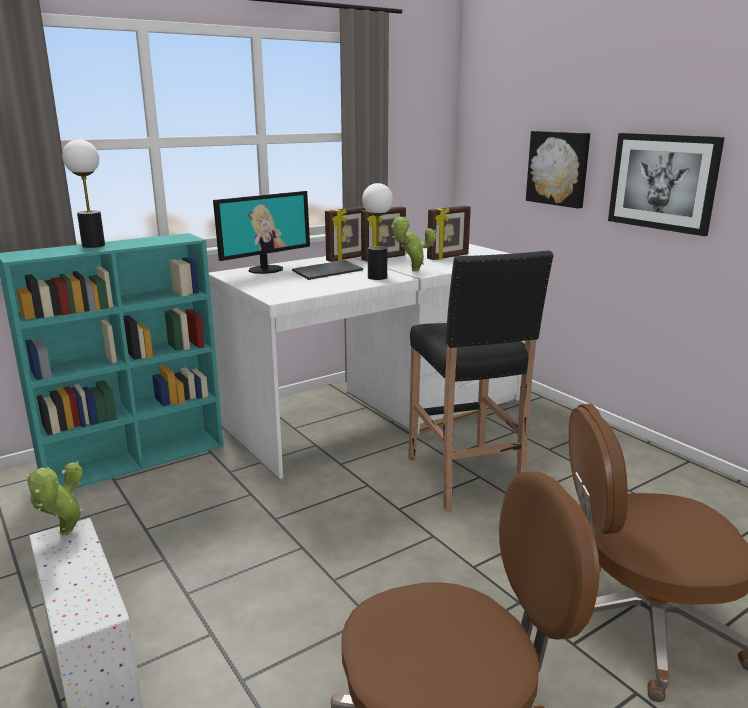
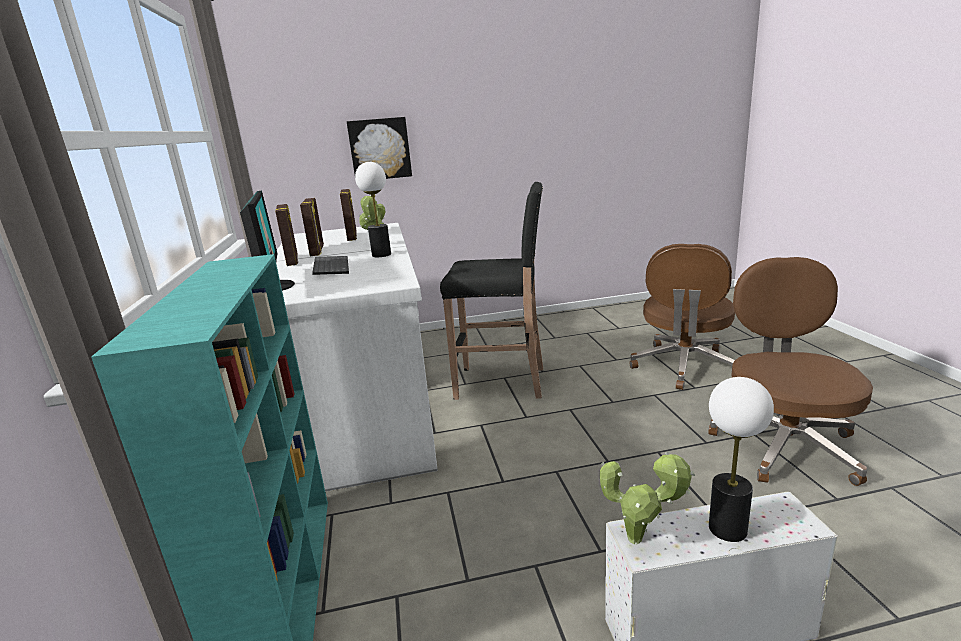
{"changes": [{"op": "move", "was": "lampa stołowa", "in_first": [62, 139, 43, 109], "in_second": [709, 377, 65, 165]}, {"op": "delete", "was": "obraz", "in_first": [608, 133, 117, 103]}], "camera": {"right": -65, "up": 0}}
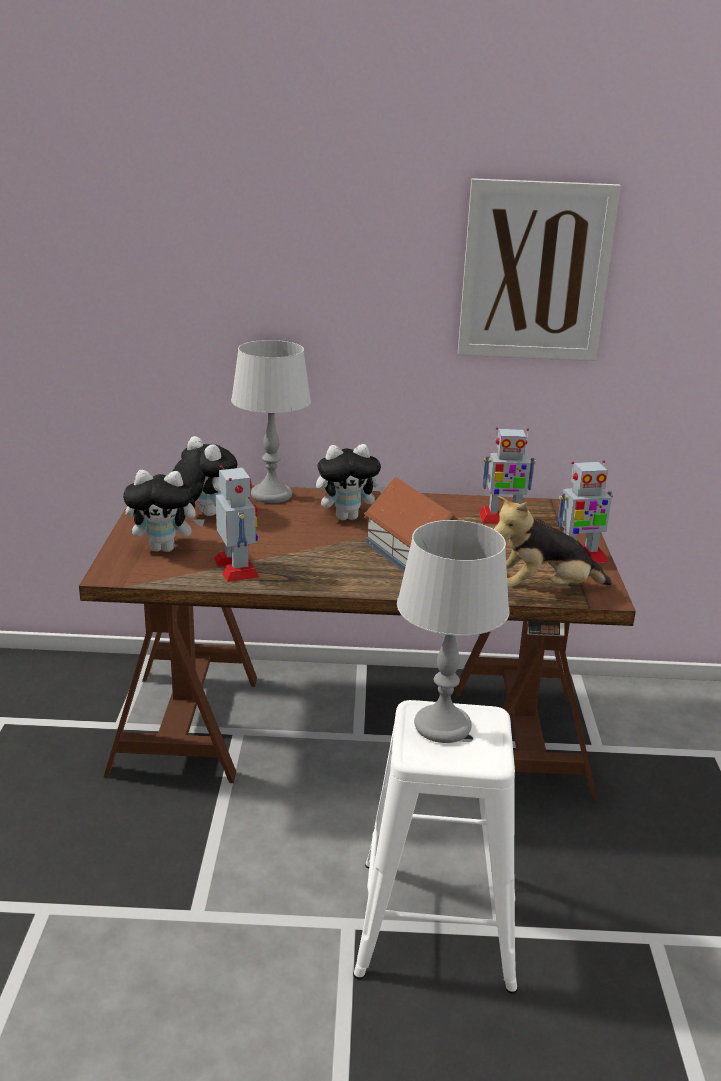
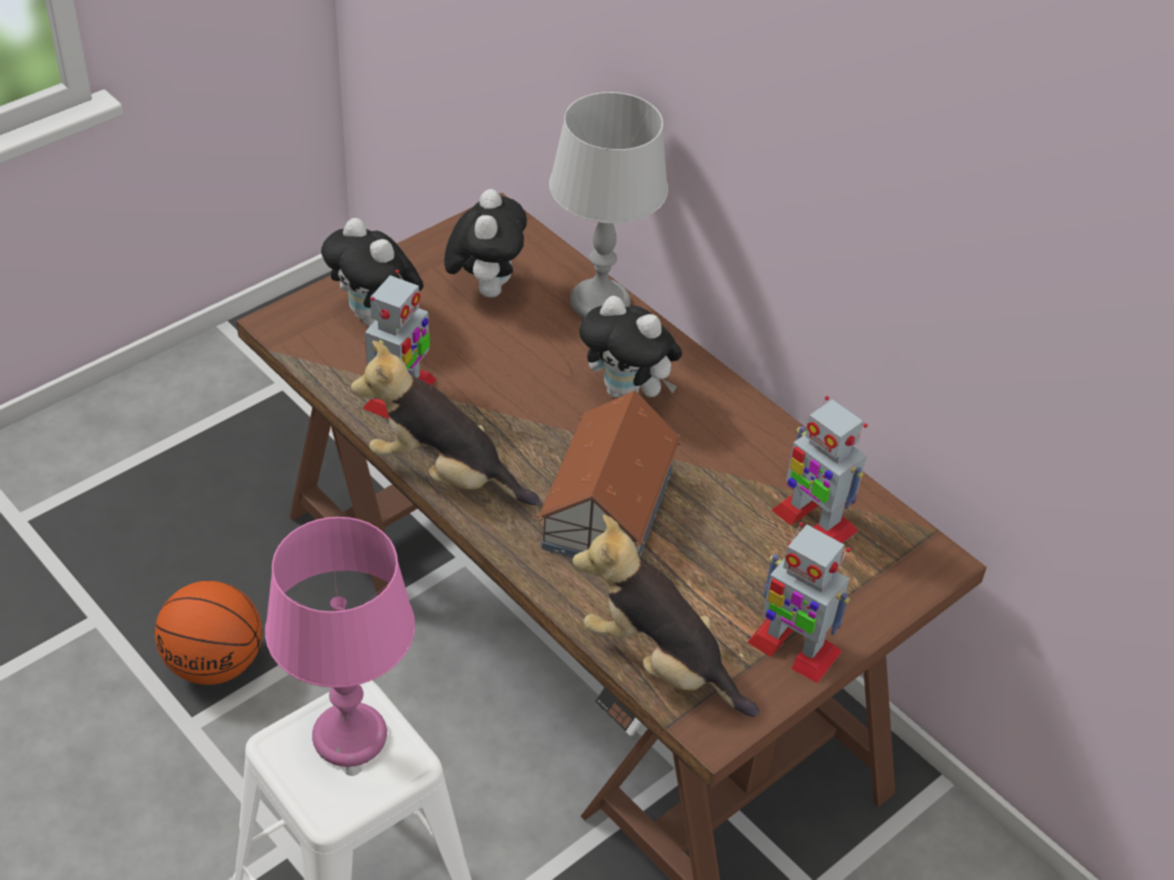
{"changes": [{"op": "recolor", "was": "lampa stołowa [szary]", "now": "lampa stołowa [różowy]", "in_first": [397, 520, 113, 223], "in_second": [265, 517, 150, 250]}, {"op": "delete", "was": "obraz", "in_first": [458, 178, 163, 183]}, {"op": "insert", "now": "piłka do koszykówki", "in_second": [155, 580, 107, 105]}, {"op": "insert", "now": "pluszak", "in_second": [351, 341, 188, 164]}], "camera": {"right": 45, "up": 20}}
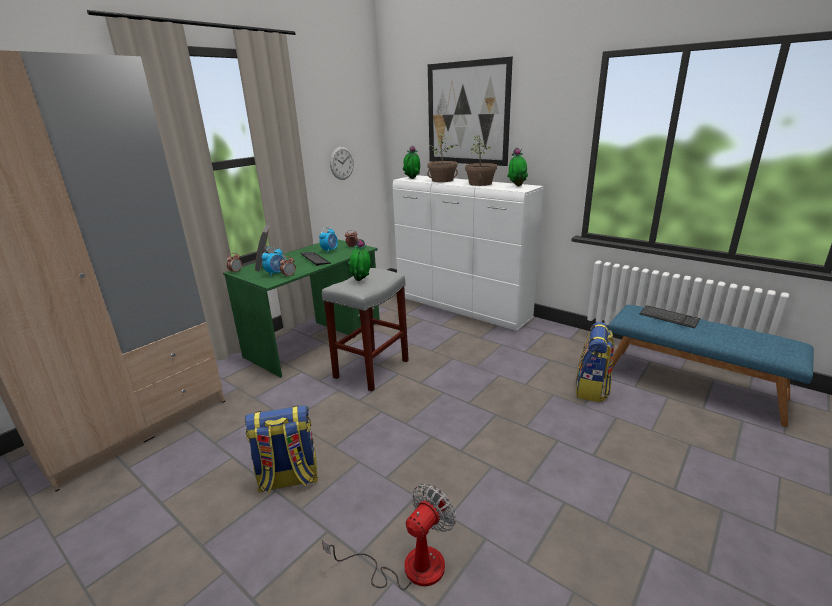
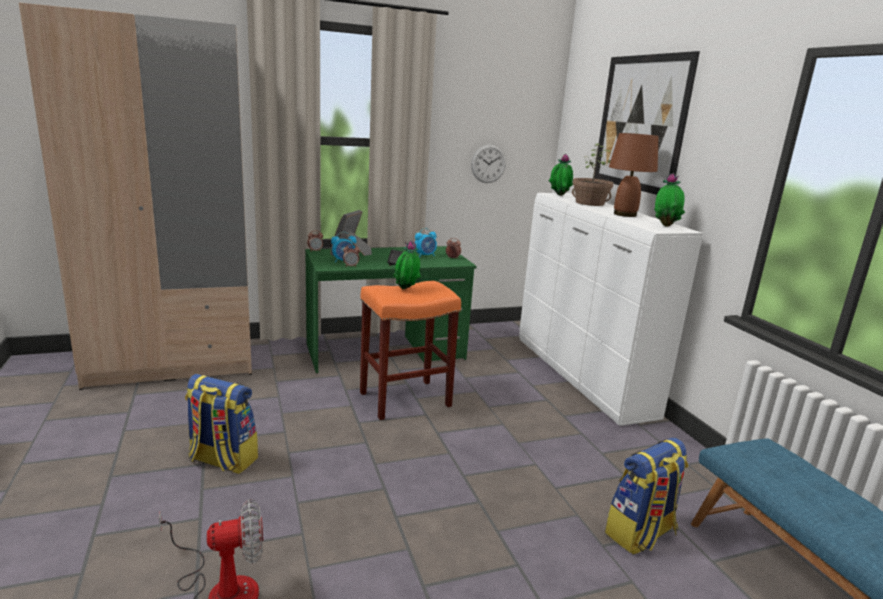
{"changes": [{"op": "recolor", "was": "stołek [szary]", "now": "stołek [pomarańczowy]", "in_first": [322, 268, 87, 123], "in_second": [360, 281, 101, 139]}, {"op": "replace", "was": "roślina doniczkowa", "now": "lampa stołowa [brązowy]", "in_first": [465, 135, 32, 51], "in_second": [609, 133, 49, 84]}, {"op": "delete", "was": "klawiatura", "in_first": [640, 305, 60, 23]}], "camera": {"right": 30, "up": -5}}
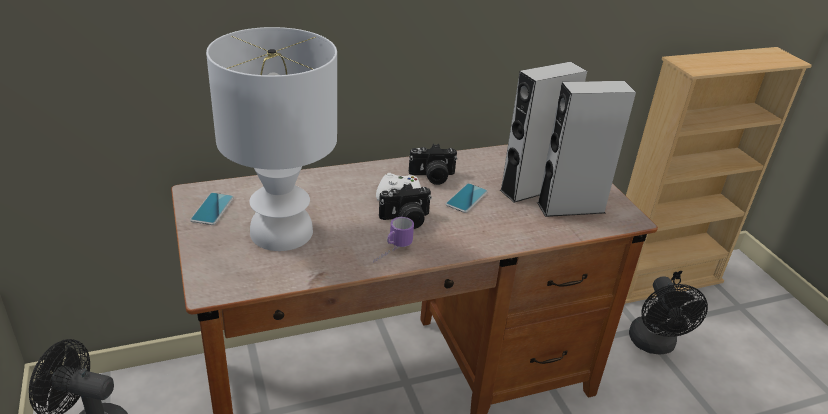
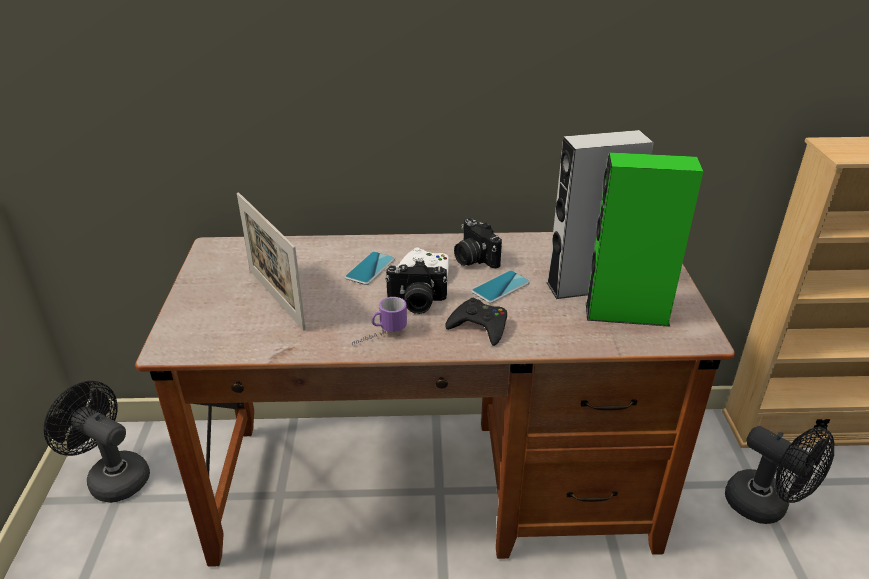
{"changes": [{"op": "move", "was": "telefon", "in_first": [190, 193, 44, 32], "in_second": [344, 251, 51, 34]}, {"op": "replace", "was": "lampa stołowa [biały]", "now": "ramka na zdjęcie", "in_first": [206, 27, 131, 224], "in_second": [237, 192, 69, 139]}, {"op": "rotate", "was": "aparat fotograficzny", "in_first": [409, 144, 48, 41], "in_second": [454, 218, 48, 51], "clockwise": 45}, {"op": "recolor", "was": "głośnik [szary]", "now": "głośnik [zielony]", "in_first": [537, 81, 99, 136], "in_second": [586, 152, 117, 175]}, {"op": "rotate", "was": "wentylator [czarny]", "in_first": [629, 277, 79, 77], "in_second": [725, 426, 109, 98], "clockwise": -60}, {"op": "insert", "now": "pad do gier [czarny]", "in_second": [445, 298, 62, 48]}], "camera": {"right": 20, "up": 0}}
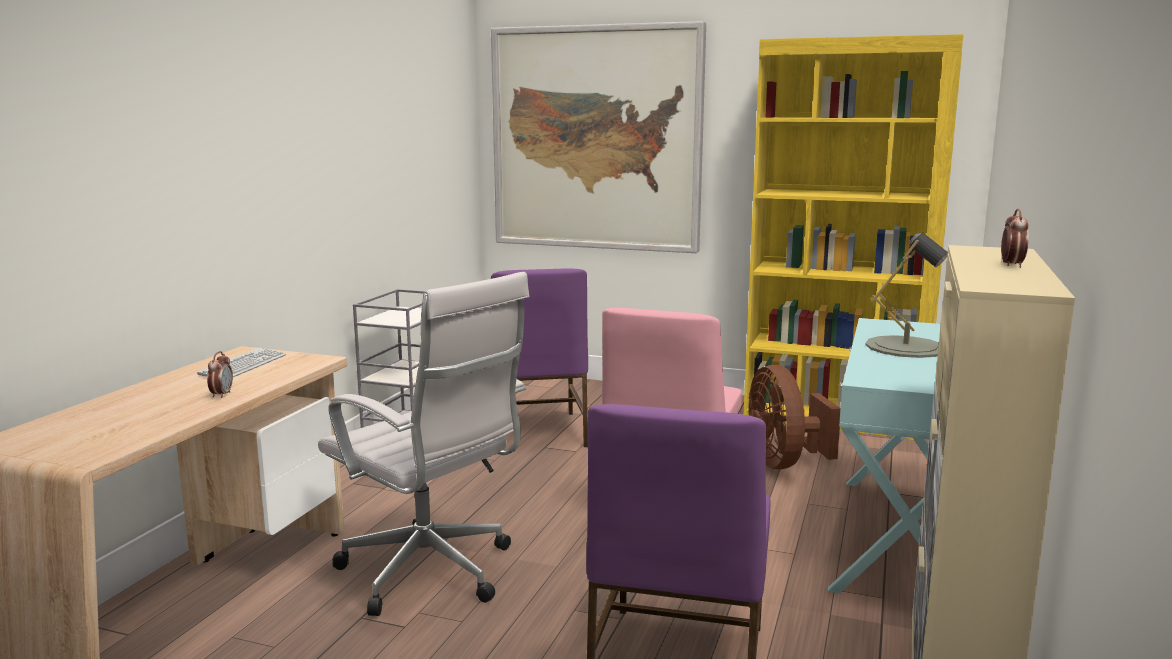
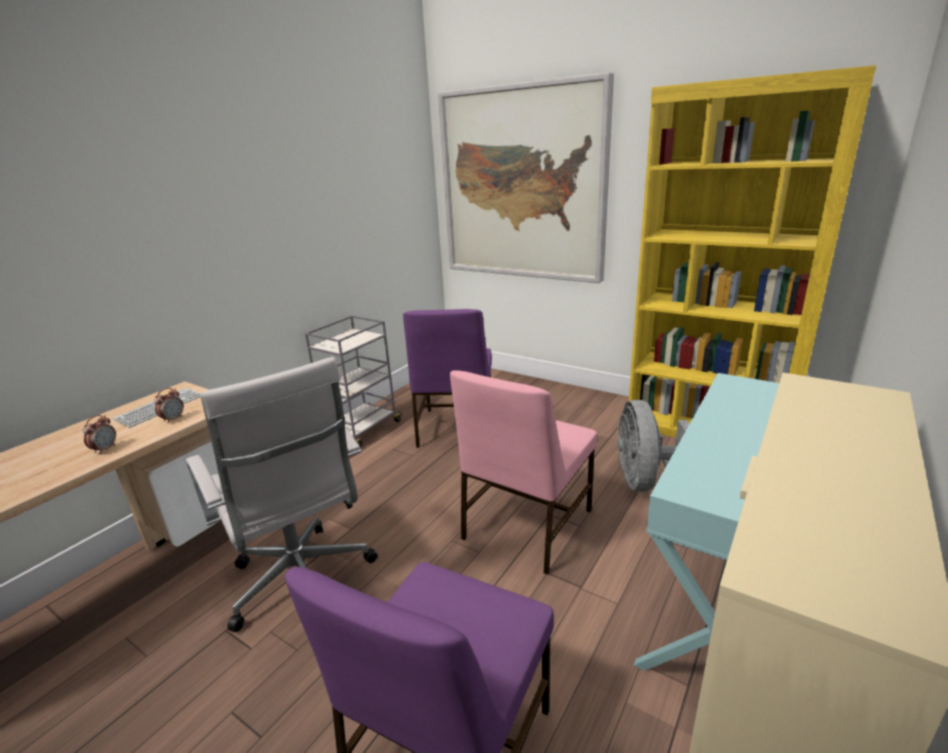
{"changes": [{"op": "recolor", "was": "wentylator [brązowy]", "now": "wentylator [szary]", "in_first": [749, 365, 91, 104], "in_second": [617, 400, 72, 92]}, {"op": "delete", "was": "lampa stołowa [szary]", "in_first": [866, 233, 82, 125]}, {"op": "move", "was": "budzik", "in_first": [1001, 209, 28, 59], "in_second": [154, 388, 30, 35]}], "camera": {"right": 15, "up": 10}}
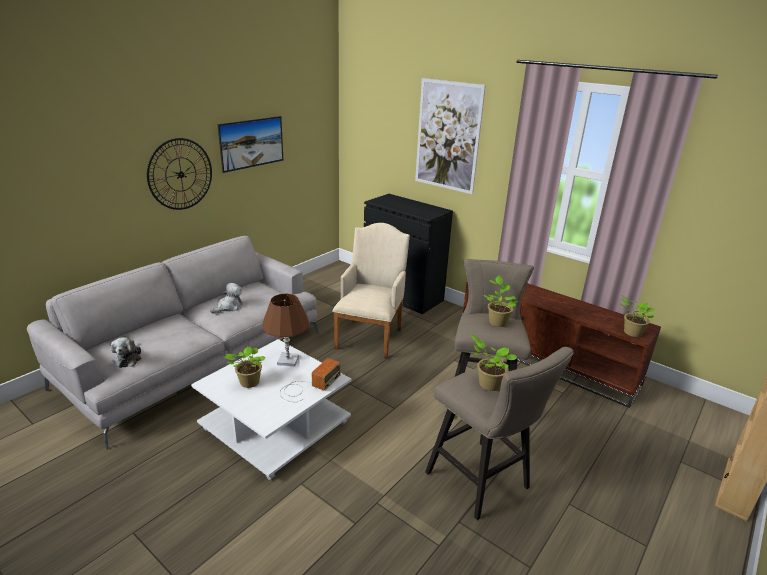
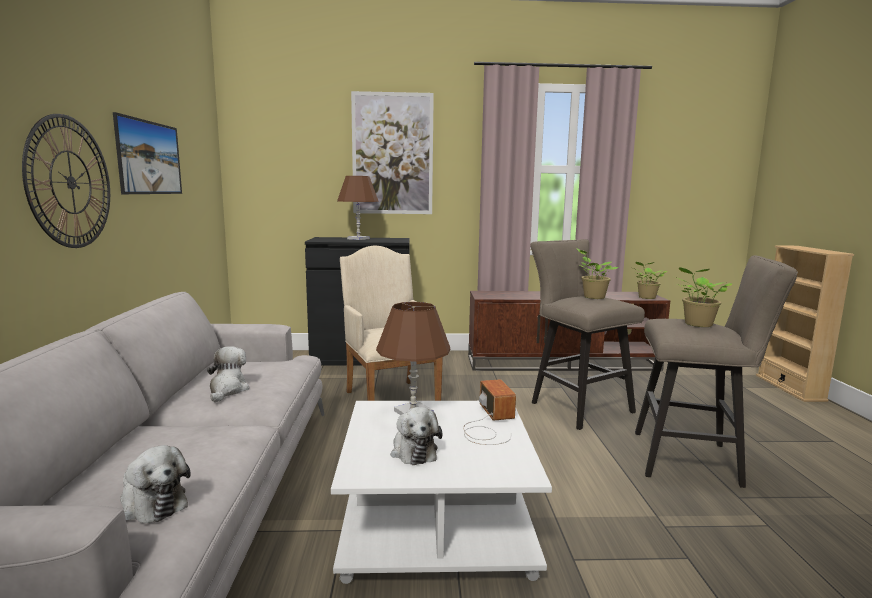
{"changes": [{"op": "replace", "was": "roślina doniczkowa", "now": "pluszak", "in_first": [223, 346, 42, 42], "in_second": [391, 407, 51, 58]}, {"op": "insert", "now": "lampa stołowa [brązowy]", "in_second": [337, 176, 42, 64]}], "camera": {"right": -40, "up": -15}}
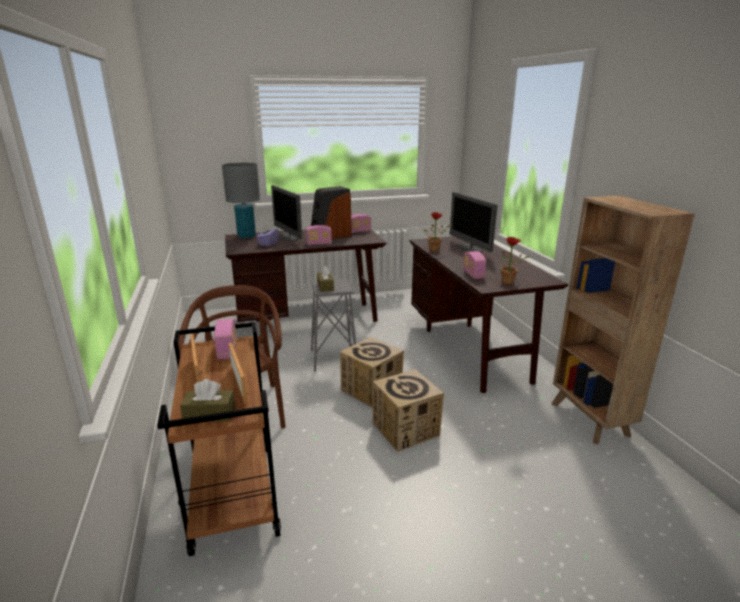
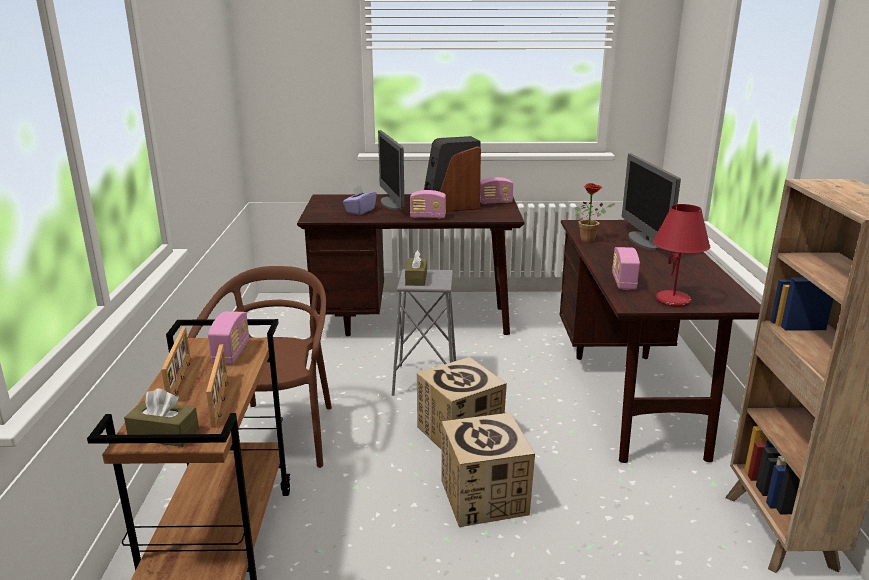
{"changes": [{"op": "delete", "was": "lampa stołowa [szary]", "in_first": [222, 163, 38, 75]}, {"op": "replace", "was": "roślina doniczkowa", "now": "lampa stołowa [czerwony]", "in_first": [500, 237, 30, 48], "in_second": [653, 204, 57, 103]}], "camera": {"right": 15, "up": 0}}
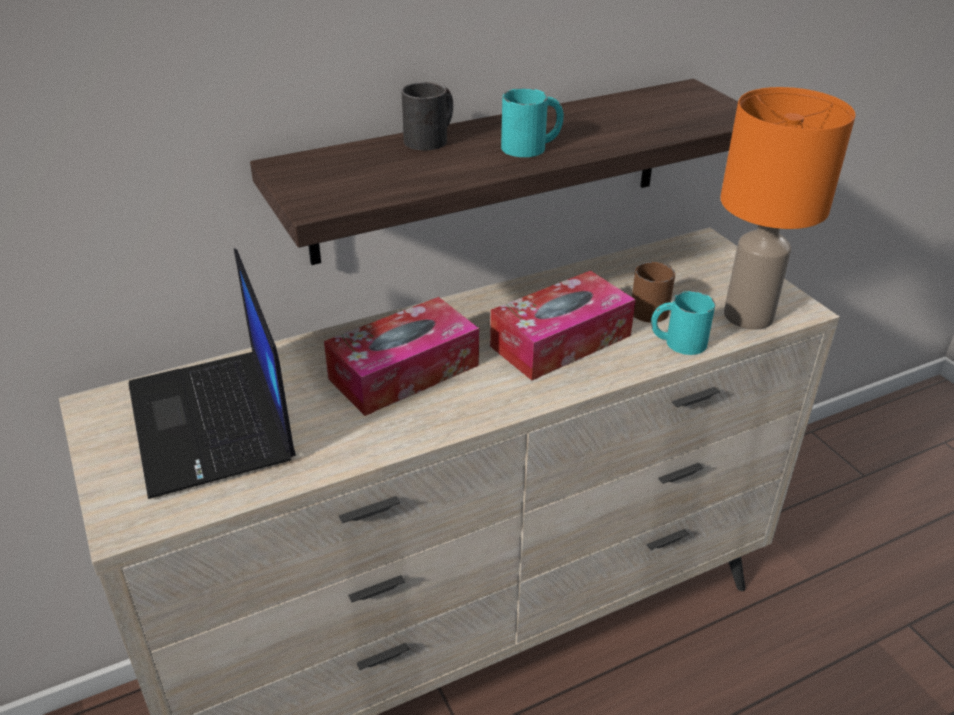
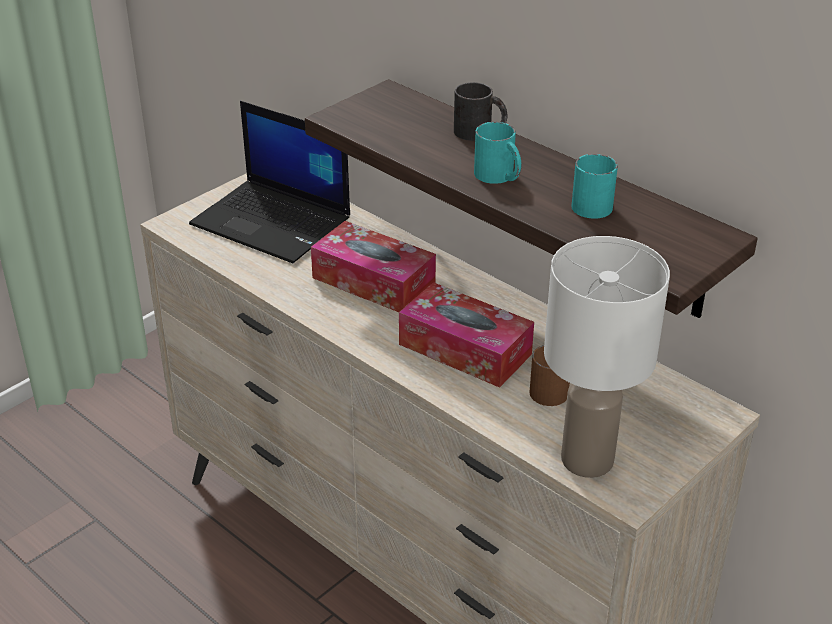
{"changes": [{"op": "rotate", "was": "laptop", "in_first": [129, 248, 167, 251], "in_second": [189, 101, 161, 162], "clockwise": -105}, {"op": "move", "was": "kubek [turkusowy]", "in_first": [651, 291, 64, 64], "in_second": [572, 154, 46, 65]}, {"op": "recolor", "was": "lampa stołowa [pomarańczowy]", "now": "lampa stołowa [biały]", "in_first": [720, 87, 136, 243], "in_second": [544, 236, 126, 242]}], "camera": {"right": 70, "up": 0}}
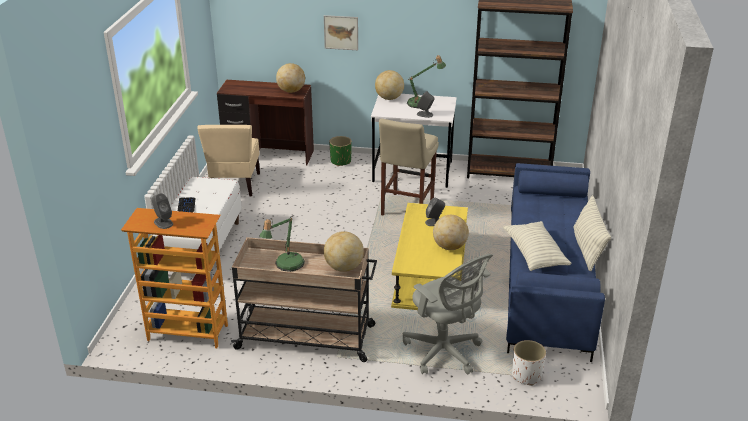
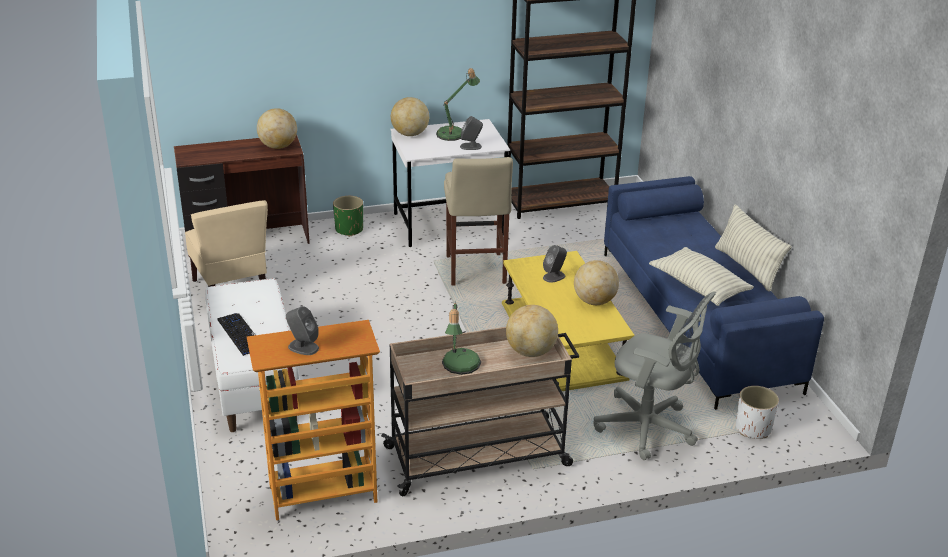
{"changes": [{"op": "delete", "was": "obraz", "in_first": [324, 15, 34, 35]}], "camera": {"right": -25, "up": 0}}
